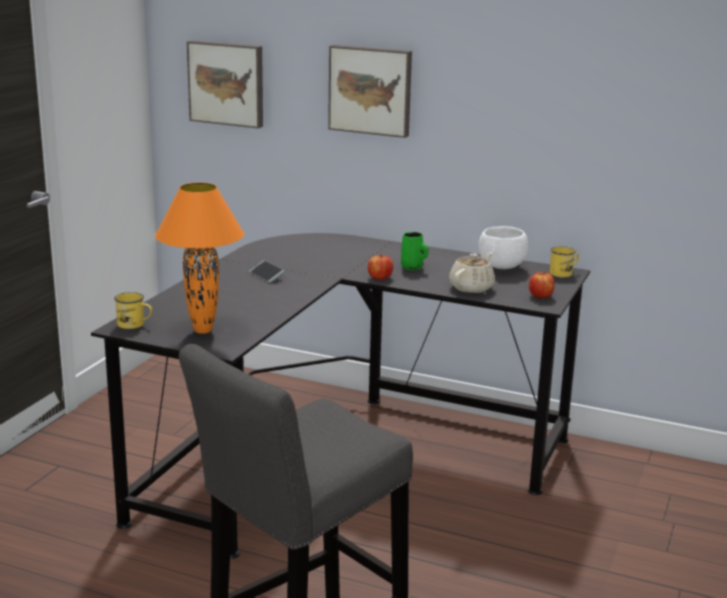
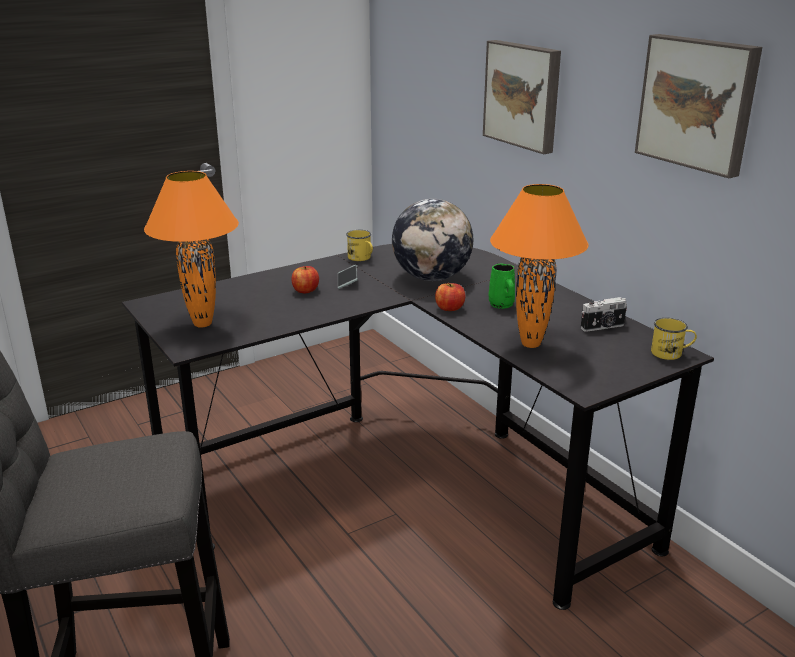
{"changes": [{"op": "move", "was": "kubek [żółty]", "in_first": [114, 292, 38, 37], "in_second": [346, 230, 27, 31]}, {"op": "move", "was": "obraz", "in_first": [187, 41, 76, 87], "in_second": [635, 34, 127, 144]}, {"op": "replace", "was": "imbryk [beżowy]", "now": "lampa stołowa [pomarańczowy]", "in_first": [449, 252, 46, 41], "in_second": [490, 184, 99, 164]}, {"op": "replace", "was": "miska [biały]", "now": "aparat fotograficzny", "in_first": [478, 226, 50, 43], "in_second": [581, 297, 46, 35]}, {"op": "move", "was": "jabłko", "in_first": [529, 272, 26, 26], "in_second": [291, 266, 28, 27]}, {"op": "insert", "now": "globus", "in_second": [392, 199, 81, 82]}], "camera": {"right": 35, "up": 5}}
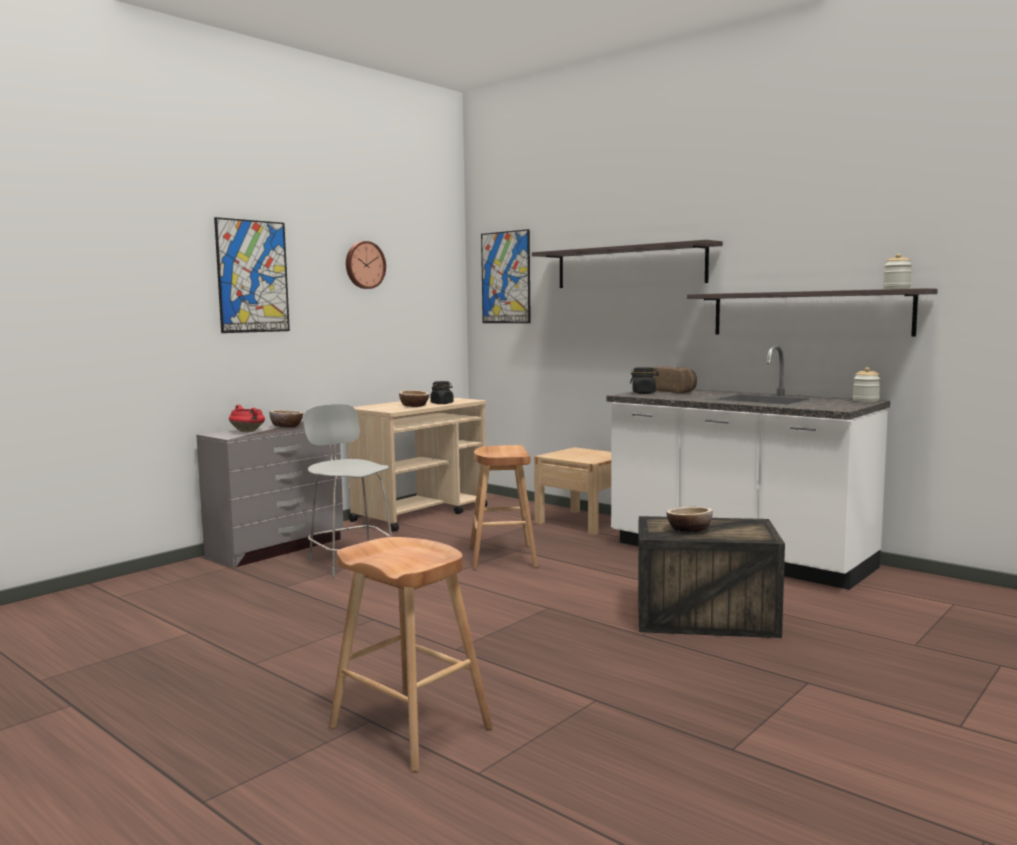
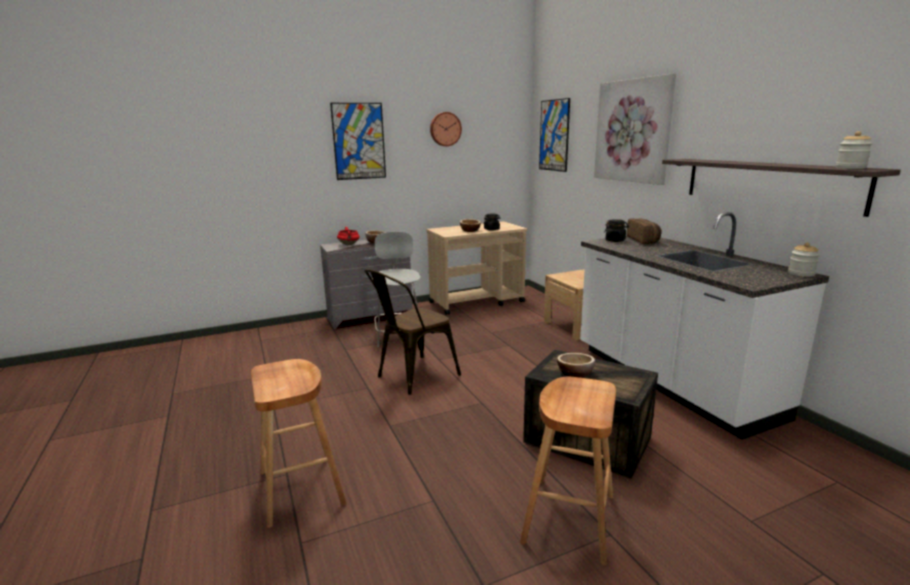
{"changes": [{"op": "move", "was": "stołek [brązowy]", "in_first": [469, 445, 69, 125], "in_second": [520, 377, 96, 189]}, {"op": "replace", "was": "półka", "now": "obraz", "in_first": [532, 240, 191, 48], "in_second": [594, 73, 82, 112]}, {"op": "insert", "now": "krzesło [brązowy]", "in_second": [364, 269, 97, 126]}], "camera": {"right": 25, "up": 10}}
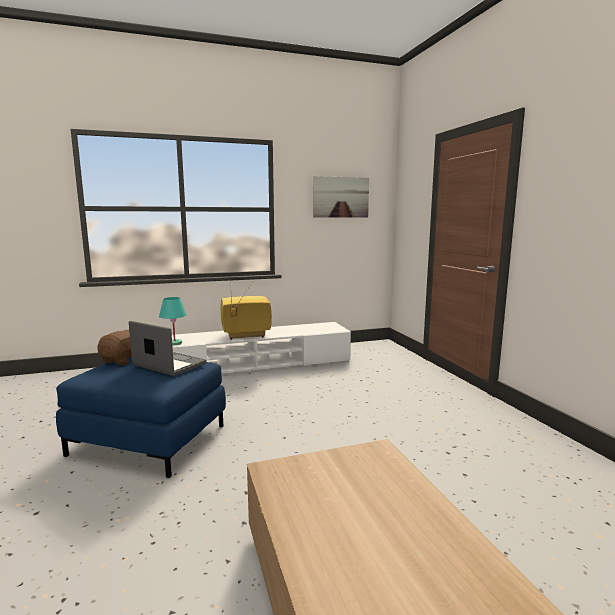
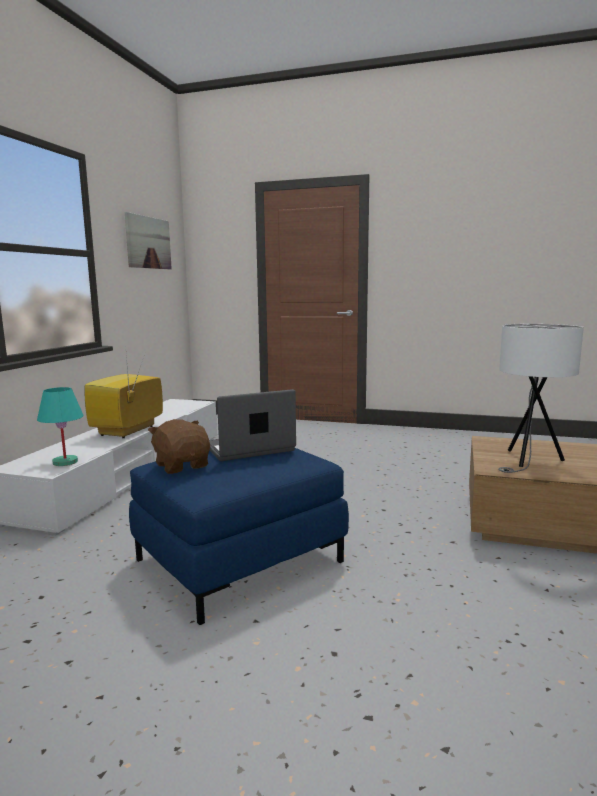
{"changes": [{"op": "insert", "now": "lampa stołowa [biały]", "in_second": [498, 324, 86, 149]}], "camera": {"right": -55, "up": 0}}
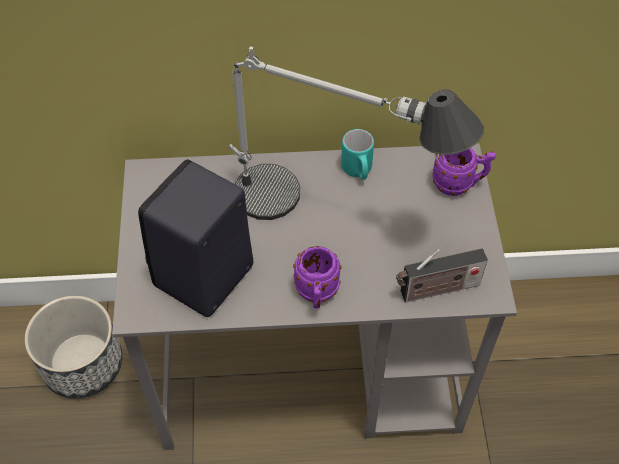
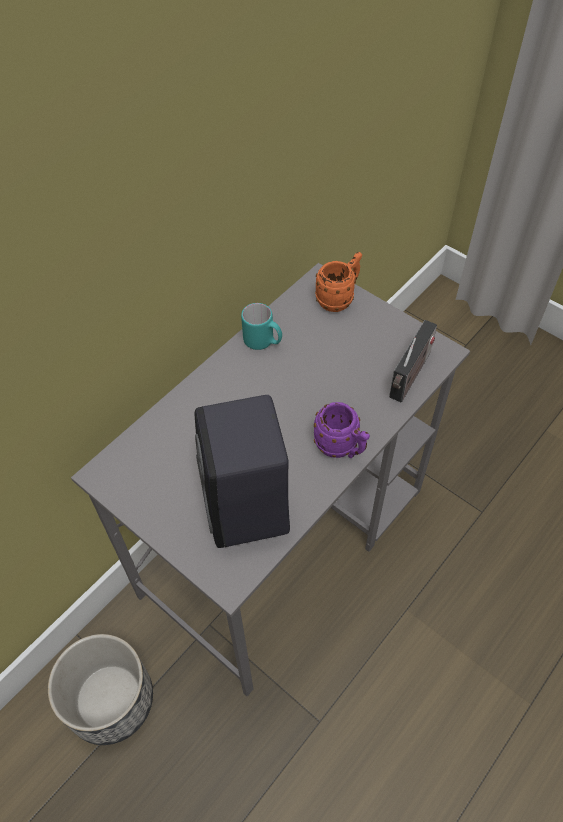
{"changes": [{"op": "delete", "was": "lampa stołowa", "in_first": [228, 46, 256, 174]}, {"op": "recolor", "was": "kubek [fioletowy]", "now": "kubek [pomarańczowy]", "in_first": [432, 148, 64, 48], "in_second": [315, 252, 47, 60]}], "camera": {"right": -45, "up": 0}}
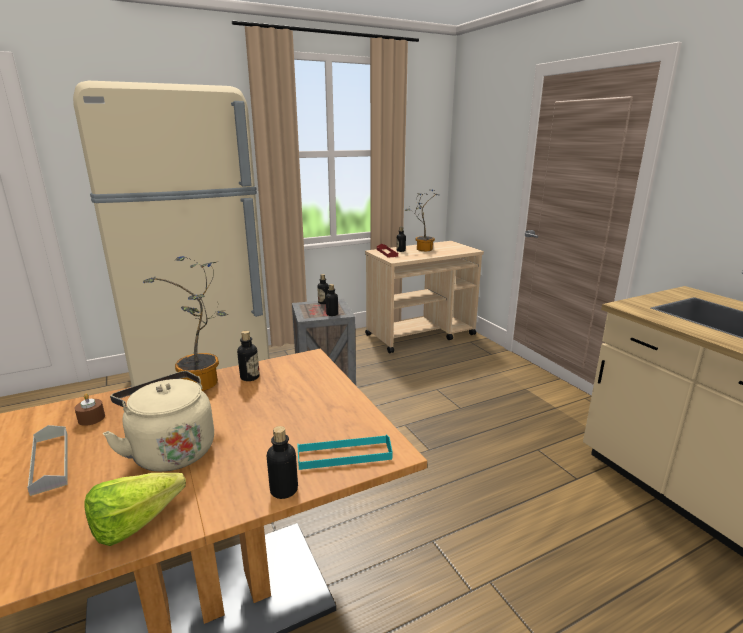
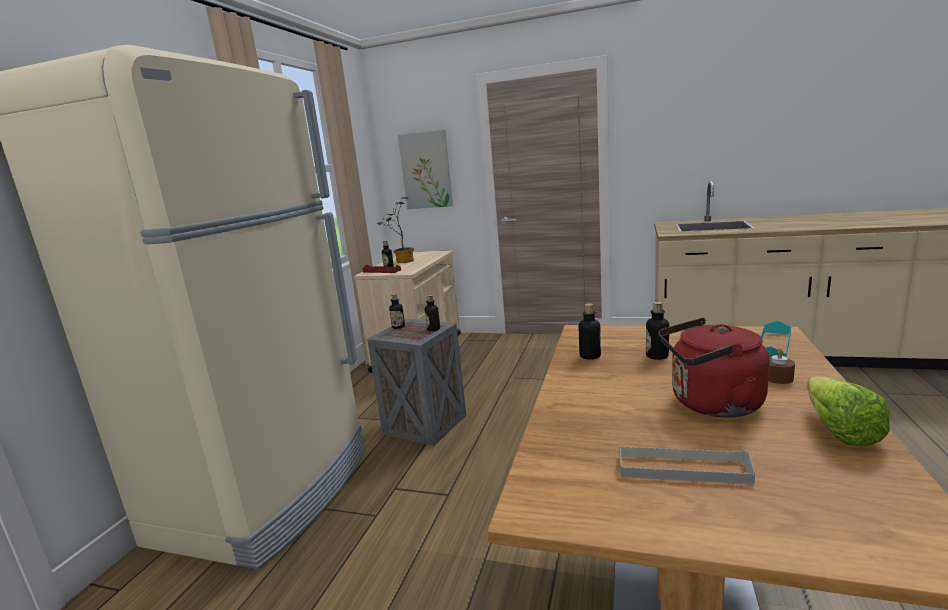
{"changes": [{"op": "move", "was": "świeca [brązowy]", "in_first": [75, 394, 30, 32], "in_second": [768, 348, 27, 36]}, {"op": "recolor", "was": "czajnik [beżowy]", "now": "czajnik [czerwony]", "in_first": [103, 371, 111, 101], "in_second": [658, 318, 112, 100]}, {"op": "delete", "was": "roślina doniczkowa", "in_first": [143, 256, 85, 135]}, {"op": "move", "was": "butelka", "in_first": [267, 426, 31, 73], "in_second": [646, 302, 23, 58]}, {"op": "insert", "now": "obraz", "in_second": [398, 130, 55, 79]}], "camera": {"right": -45, "up": -5}}
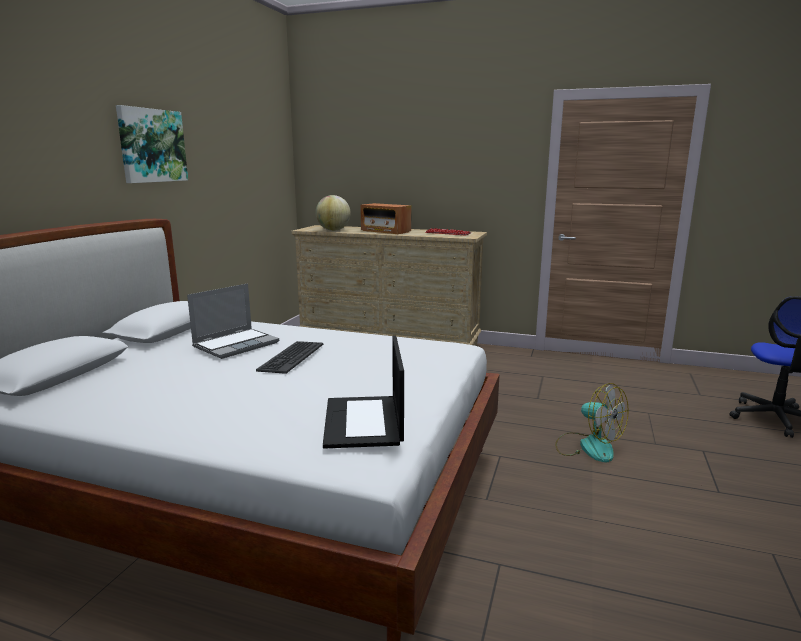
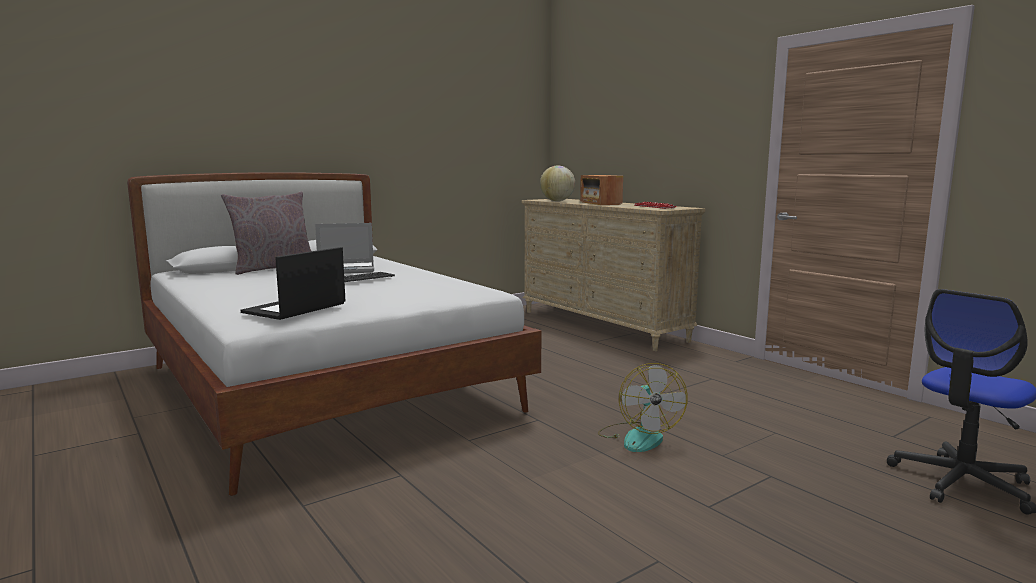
{"changes": [{"op": "delete", "was": "obraz", "in_first": [116, 105, 72, 78]}, {"op": "insert", "now": "poduszka [szary]", "in_second": [221, 191, 90, 84]}], "camera": {"right": 35, "up": -5}}
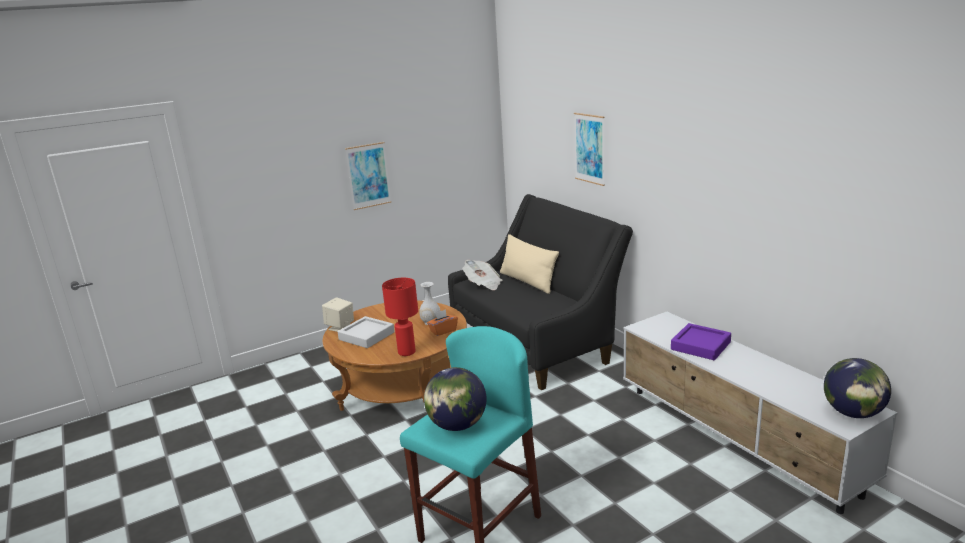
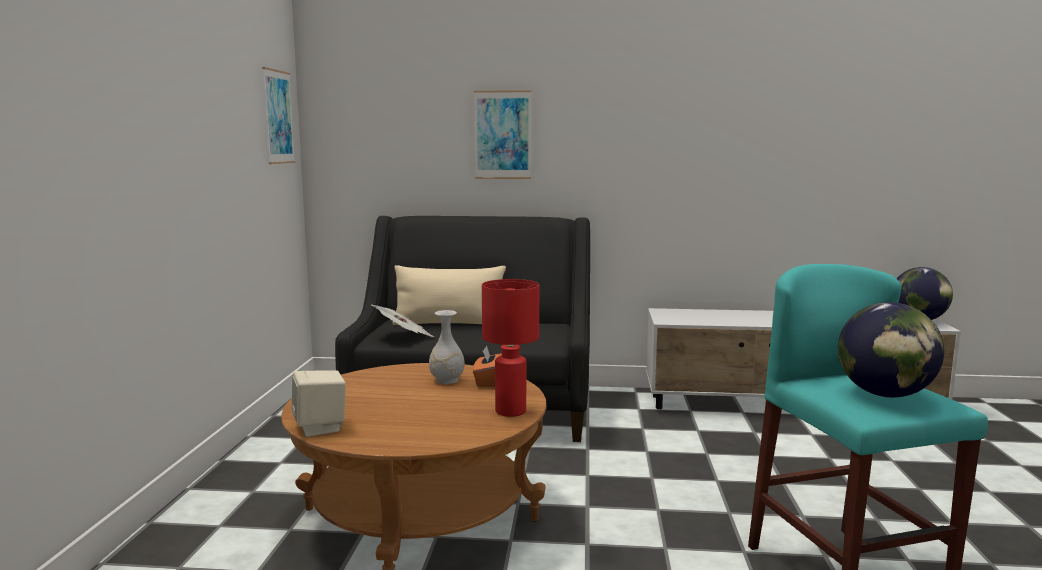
{"changes": [{"op": "delete", "was": "taca [szary]", "in_first": [338, 316, 57, 32]}, {"op": "move", "was": "obraz", "in_first": [345, 142, 46, 68], "in_second": [262, 67, 33, 97]}, {"op": "delete", "was": "taca [fioletowy]", "in_first": [671, 323, 60, 37]}], "camera": {"right": -55, "up": -10}}
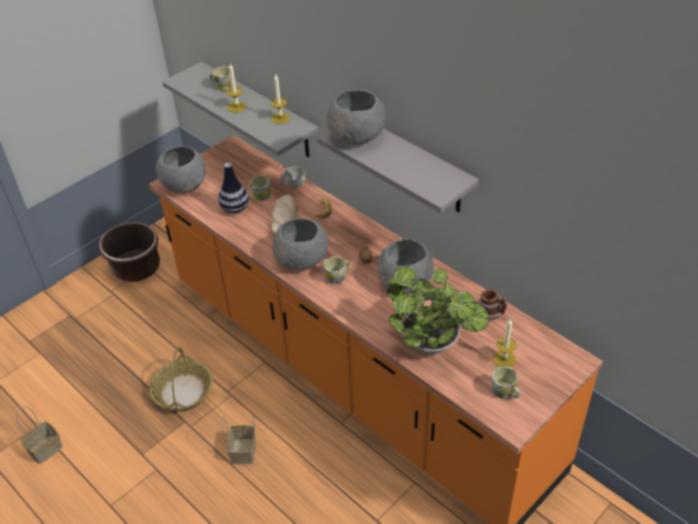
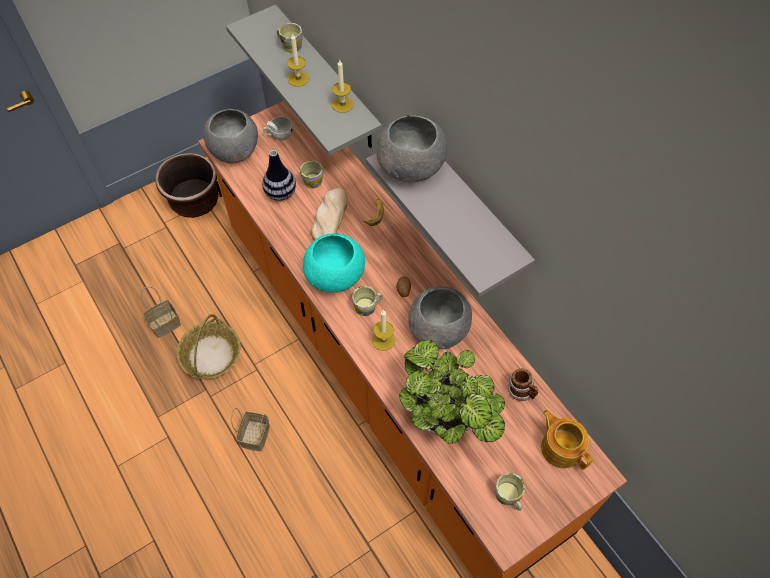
{"changes": [{"op": "move", "was": "koszyk", "in_first": [16, 406, 47, 58], "in_second": [141, 286, 40, 52]}, {"op": "recolor", "was": "miska [szary]", "now": "miska [turkusowy]", "in_first": [272, 218, 56, 52], "in_second": [303, 234, 62, 58]}, {"op": "move", "was": "filiżanka [biały]", "in_first": [279, 166, 27, 22], "in_second": [263, 116, 30, 24]}, {"op": "move", "was": "świeca", "in_first": [493, 318, 24, 49], "in_second": [372, 310, 23, 41]}, {"op": "insert", "now": "imbryk", "in_second": [541, 410, 52, 60]}], "camera": {"right": 10, "up": 15}}
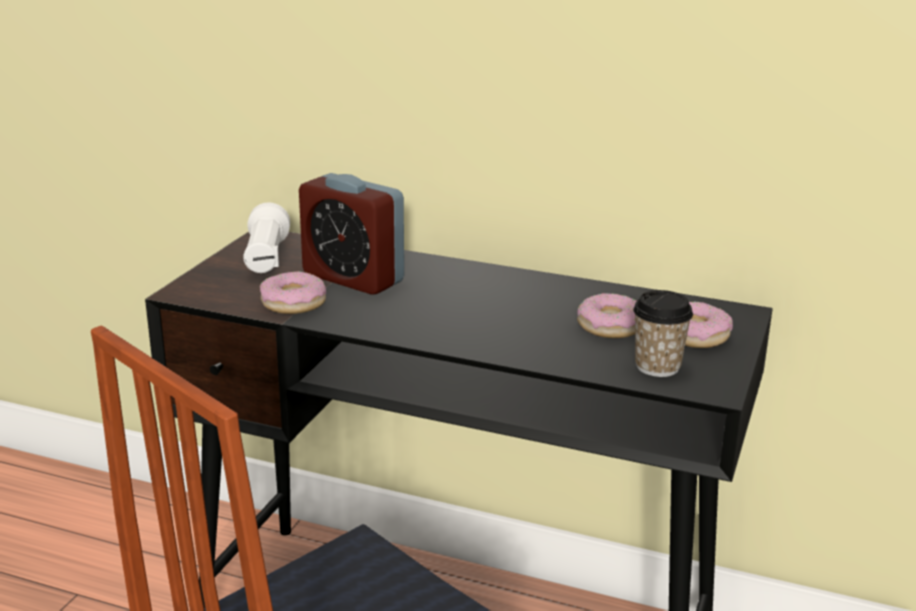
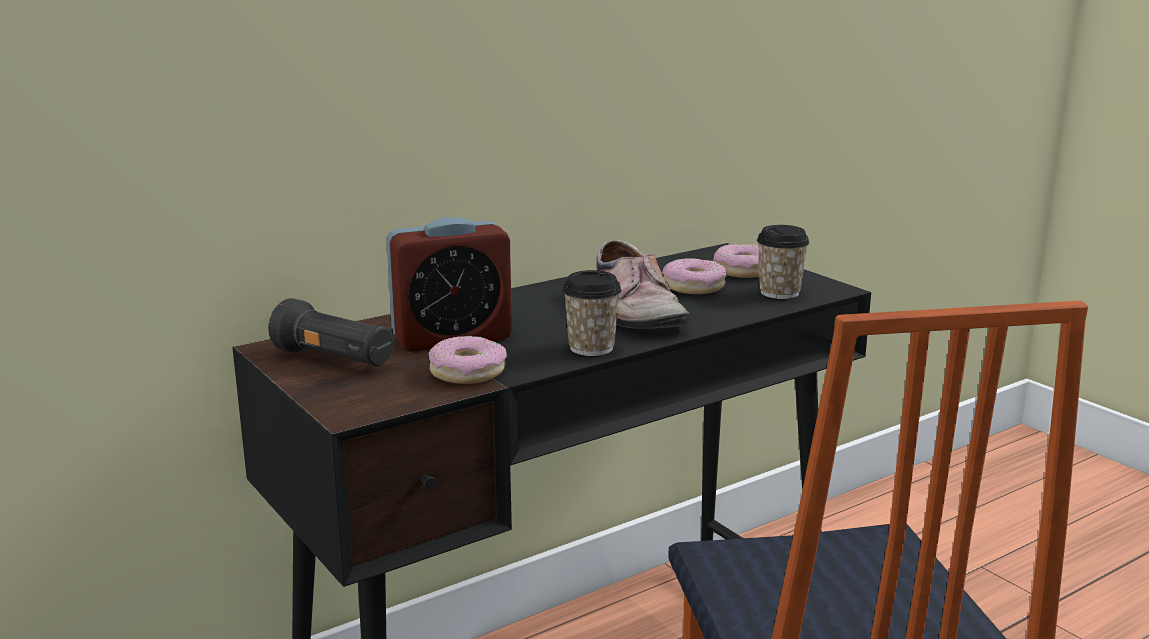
{"changes": [{"op": "recolor", "was": "latarka [biały]", "now": "latarka [czarny]", "in_first": [243, 202, 47, 71], "in_second": [268, 298, 126, 69]}, {"op": "insert", "now": "filiżanka", "in_second": [562, 270, 59, 86]}, {"op": "insert", "now": "but", "in_second": [597, 240, 94, 89]}], "camera": {"right": -55, "up": -5}}
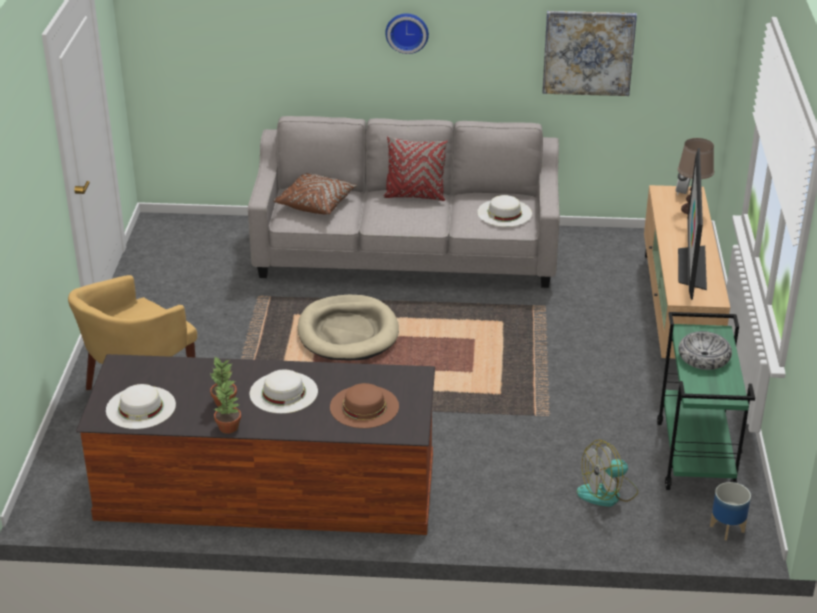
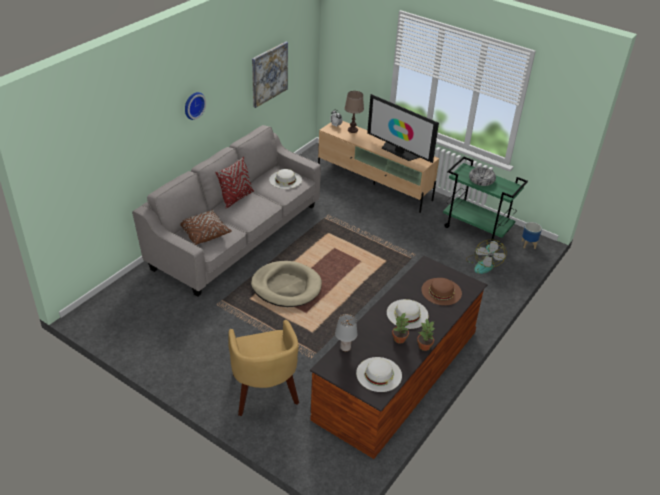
{"changes": [{"op": "insert", "now": "lampa stołowa [szary]", "in_second": [335, 314, 23, 38]}], "camera": {"right": -60, "up": 5}}
